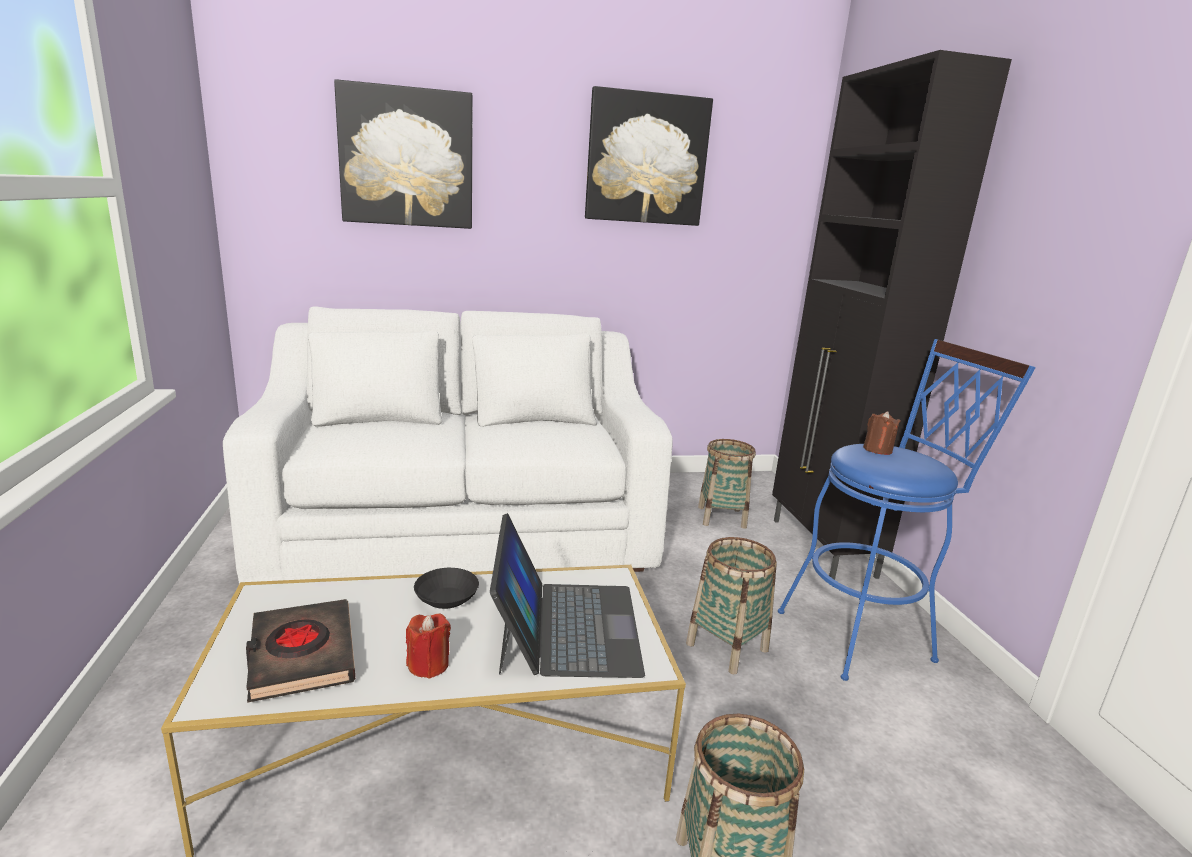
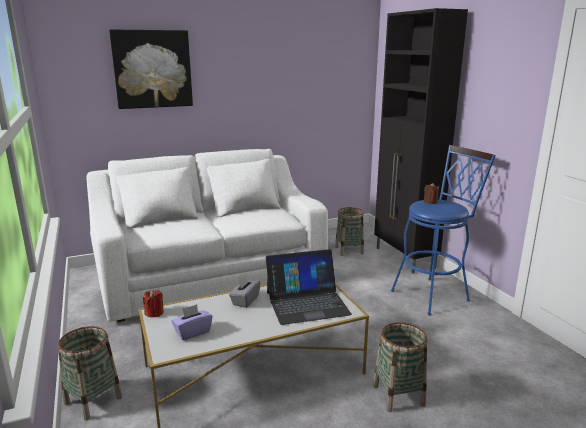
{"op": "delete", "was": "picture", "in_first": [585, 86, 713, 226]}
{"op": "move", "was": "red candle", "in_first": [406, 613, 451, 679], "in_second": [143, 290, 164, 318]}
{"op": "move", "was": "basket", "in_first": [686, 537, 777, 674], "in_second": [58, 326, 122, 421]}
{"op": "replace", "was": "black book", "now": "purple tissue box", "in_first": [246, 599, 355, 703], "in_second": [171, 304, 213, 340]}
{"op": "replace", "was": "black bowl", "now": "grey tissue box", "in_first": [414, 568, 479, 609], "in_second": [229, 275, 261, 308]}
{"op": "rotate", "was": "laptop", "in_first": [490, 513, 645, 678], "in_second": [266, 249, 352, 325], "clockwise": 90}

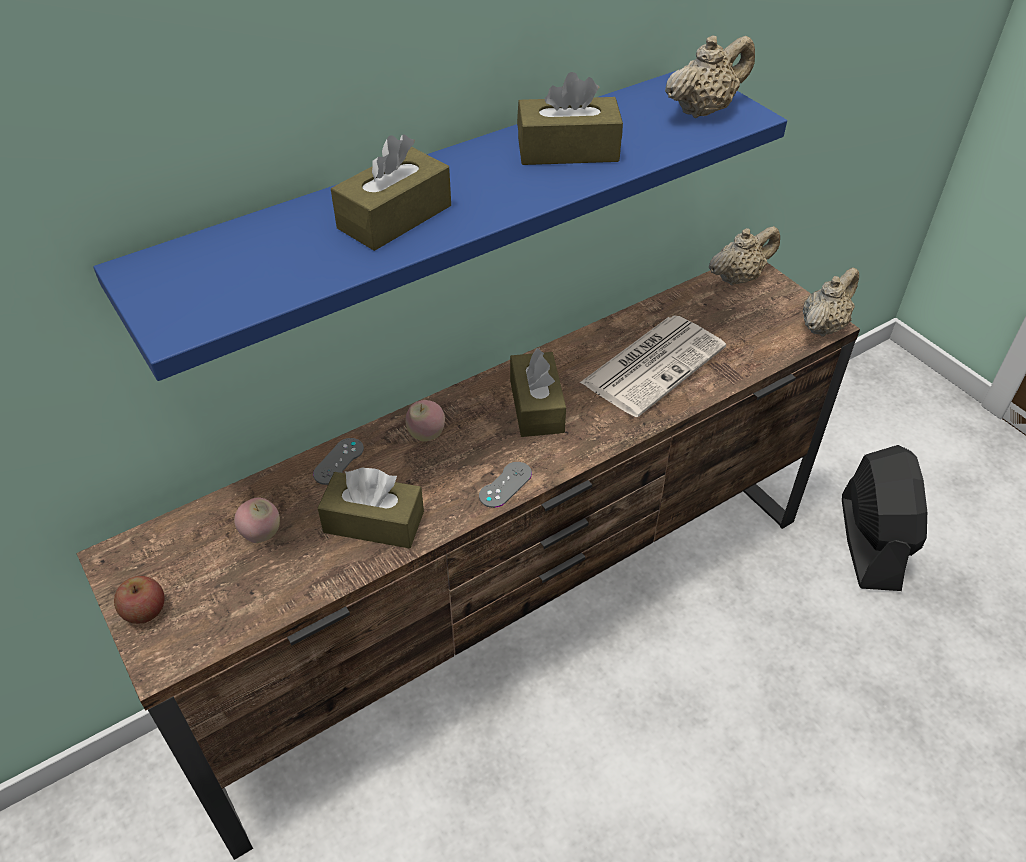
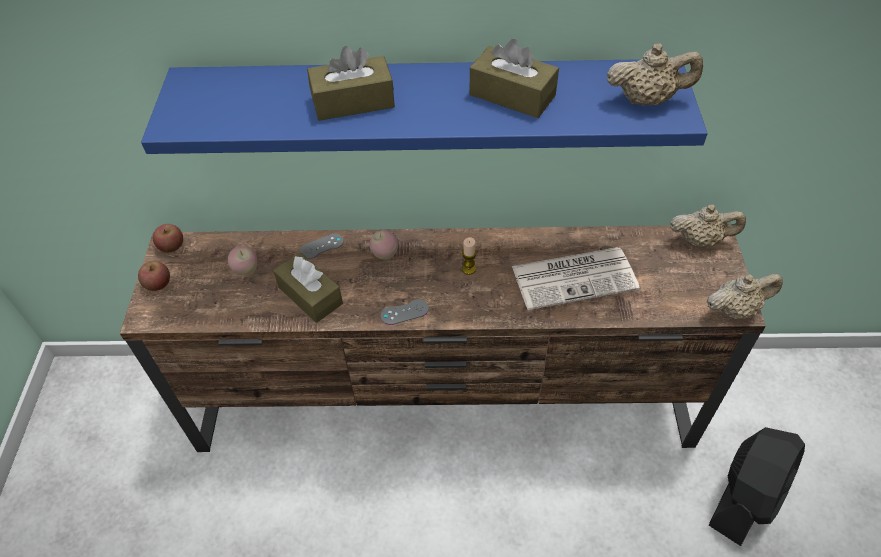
{"op": "insert", "now": "apple", "in_second": [153, 224, 183, 252]}
{"op": "replace", "was": "brown tissue box", "now": "candle", "in_first": [510, 348, 566, 437], "in_second": [462, 237, 477, 275]}

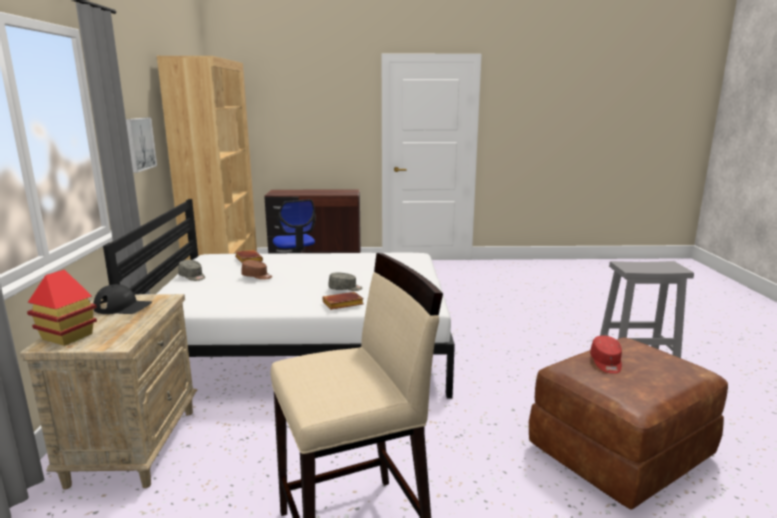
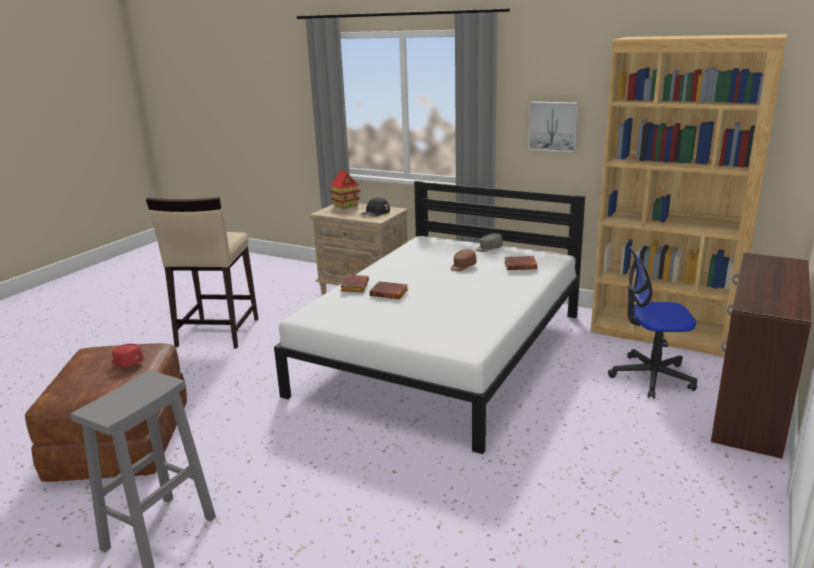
{"op": "replace", "was": "grey cap", "now": "brown book", "in_first": [328, 272, 362, 291], "in_second": [369, 281, 408, 299]}

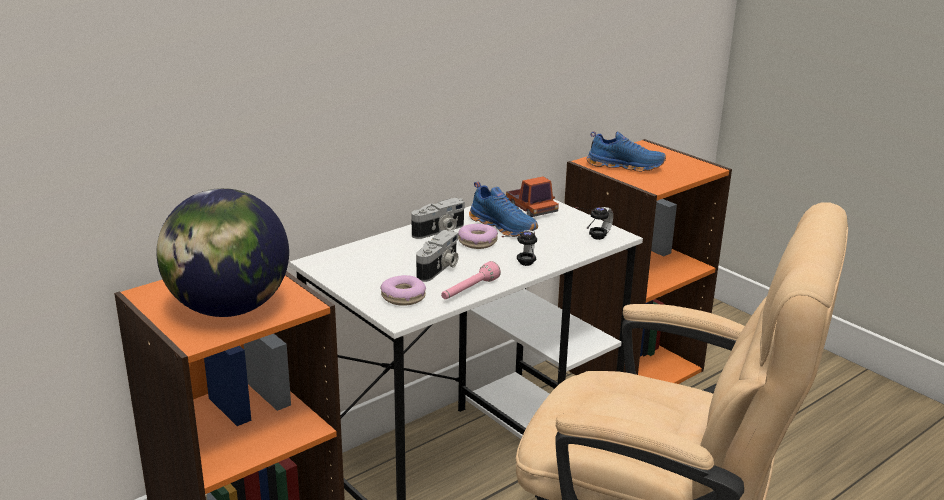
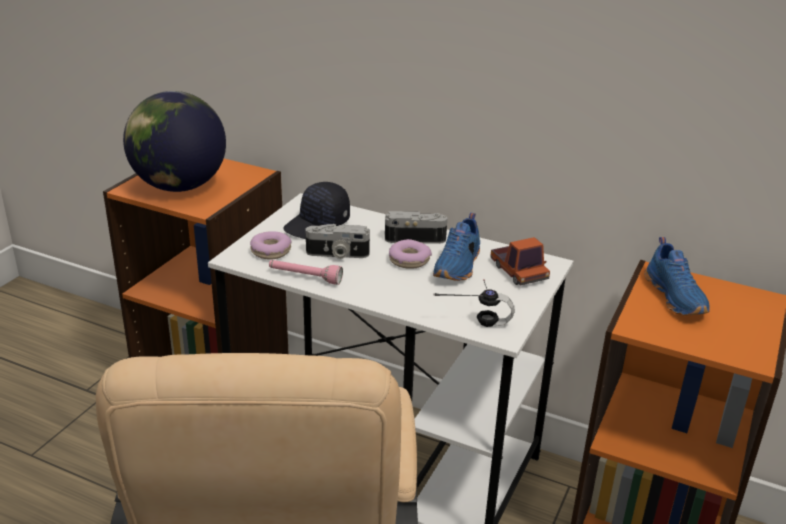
{"op": "delete", "was": "headphones", "in_first": [502, 230, 537, 266]}
{"op": "insert", "now": "black cap", "in_second": [283, 182, 350, 239]}
{"op": "rotate", "was": "photo camera", "in_first": [411, 198, 465, 239], "in_second": [385, 211, 447, 244], "clockwise": 150}
{"op": "rotate", "was": "toy truck", "in_first": [506, 176, 559, 217], "in_second": [490, 237, 550, 285], "clockwise": -60}

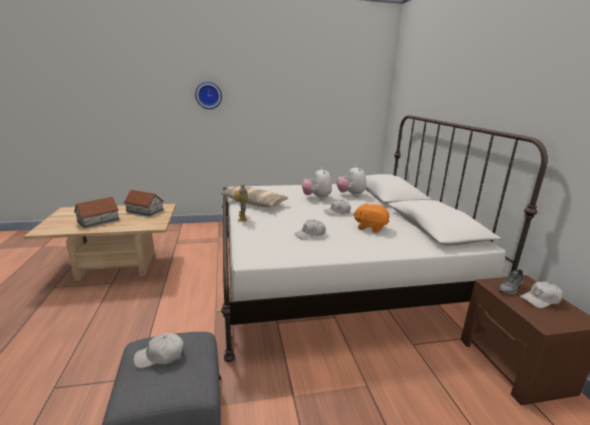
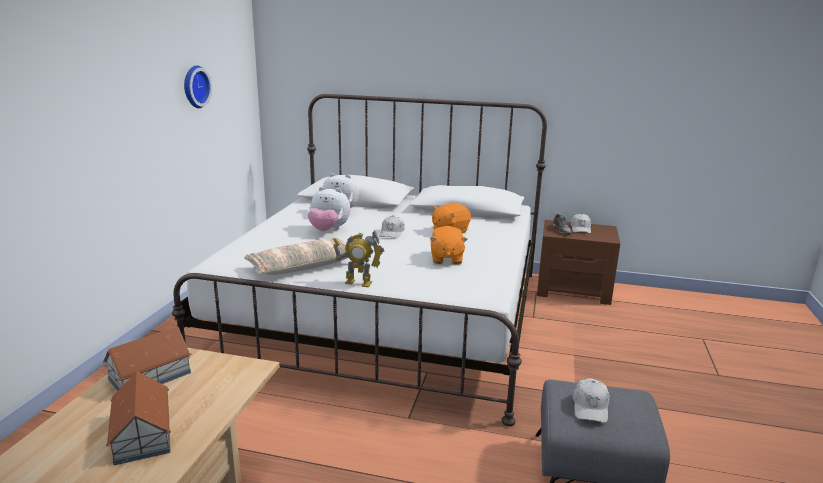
{"op": "move", "was": "wall clock", "in_first": [195, 82, 222, 109], "in_second": [184, 65, 212, 108]}
{"op": "replace", "was": "white cap", "now": "orange plush toy", "in_first": [294, 220, 326, 240], "in_second": [430, 226, 468, 264]}

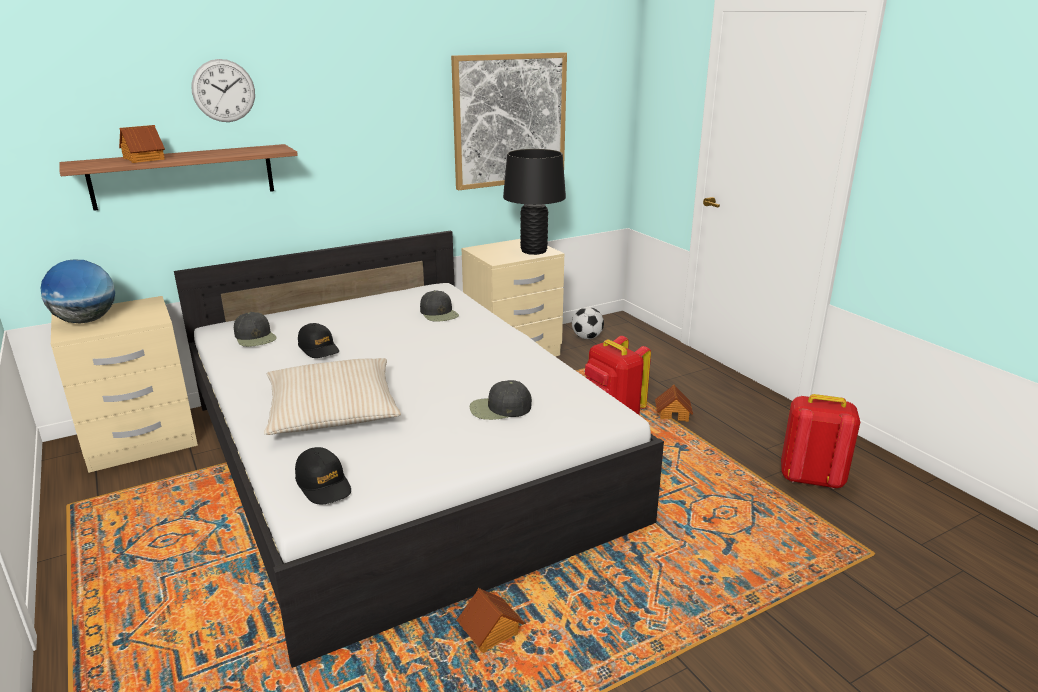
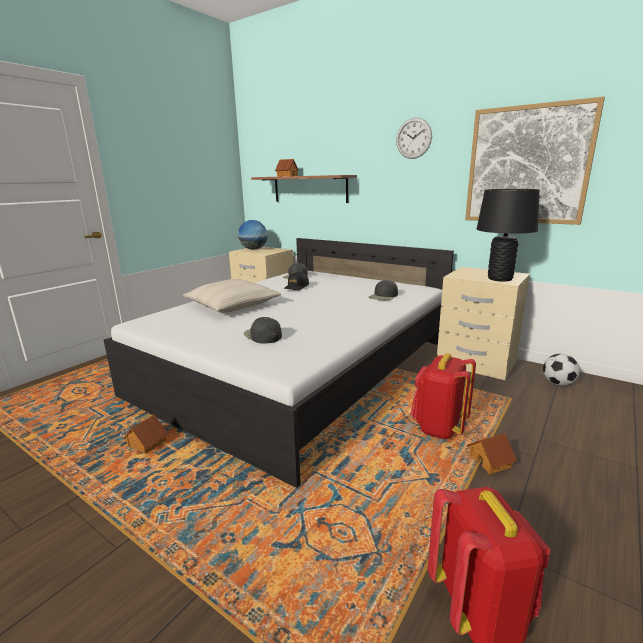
{"op": "delete", "was": "black cap", "in_first": [295, 447, 351, 504]}
{"op": "move", "was": "wall clock", "in_first": [191, 59, 255, 122], "in_second": [396, 118, 432, 159]}

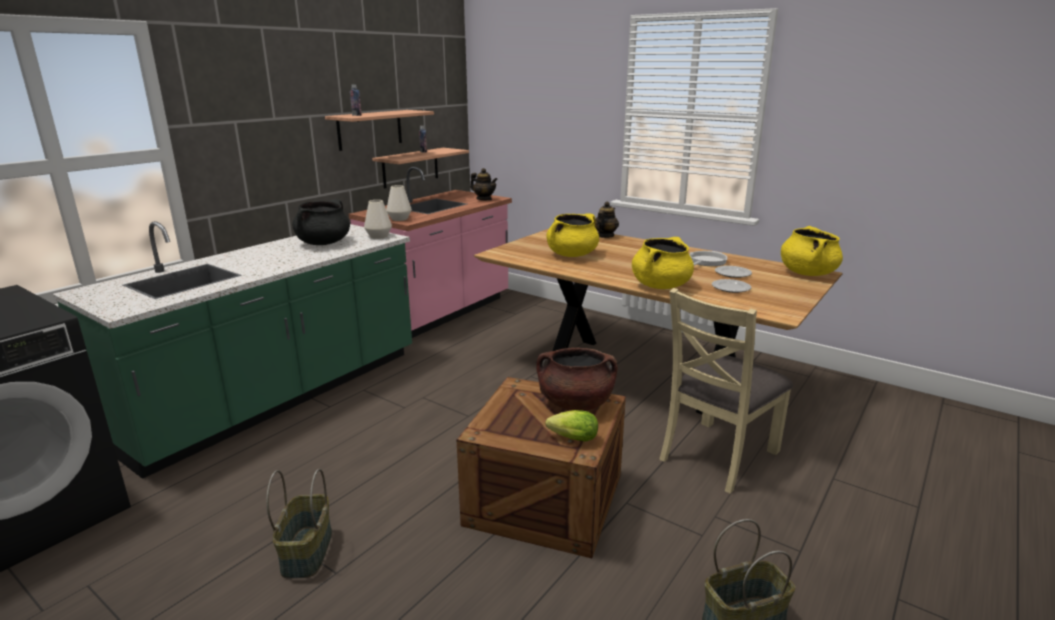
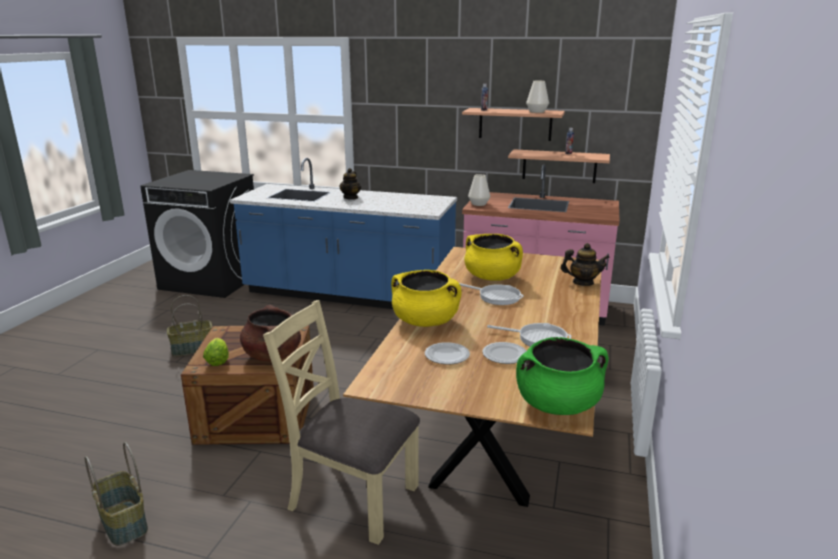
{"op": "delete", "was": "black cooking pot", "in_first": [292, 199, 350, 245]}
{"op": "insert", "now": "frying pan", "in_second": [459, 283, 524, 305]}
{"op": "move", "was": "white vase", "in_first": [364, 200, 392, 239], "in_second": [526, 81, 549, 113]}
{"op": "move", "was": "teapot", "in_first": [470, 168, 498, 200], "in_second": [339, 168, 361, 200]}
{"op": "recolor", "was": "green counter", "now": "blue counter", "in_first": [53, 221, 412, 479], "in_second": [230, 158, 457, 309]}
{"op": "recolor", "was": "yellow cooking pot", "now": "green cooking pot", "in_first": [781, 226, 843, 276], "in_second": [516, 337, 608, 415]}

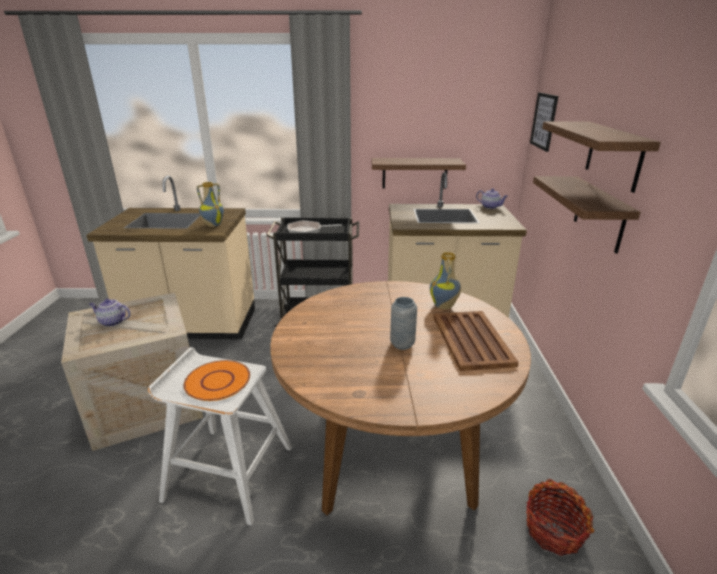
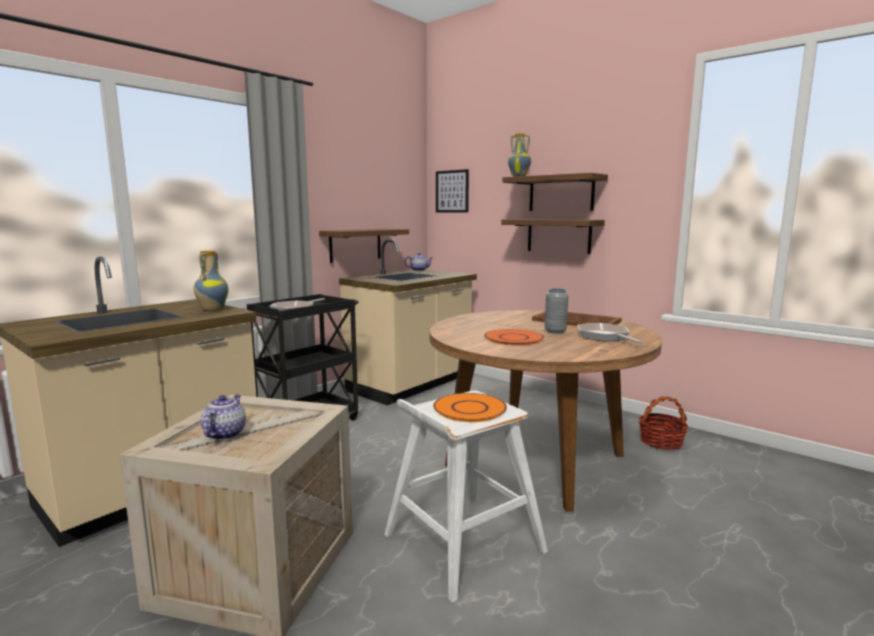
{"op": "insert", "now": "orange plate", "in_second": [484, 329, 544, 345]}
{"op": "insert", "now": "frying pan", "in_second": [578, 323, 644, 344]}
{"op": "move", "was": "vase", "in_first": [430, 251, 461, 309], "in_second": [508, 133, 531, 177]}
{"op": "rotate", "was": "teapot", "in_first": [89, 299, 131, 327], "in_second": [201, 394, 246, 440], "clockwise": 135}

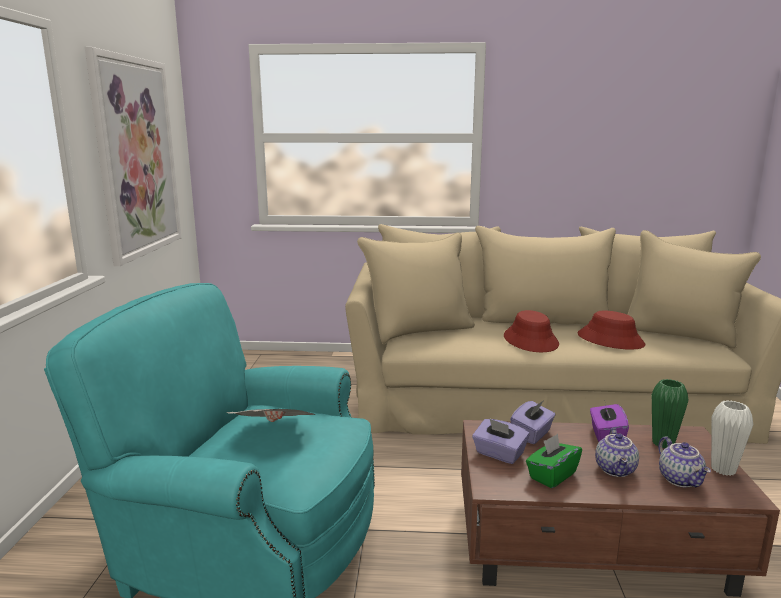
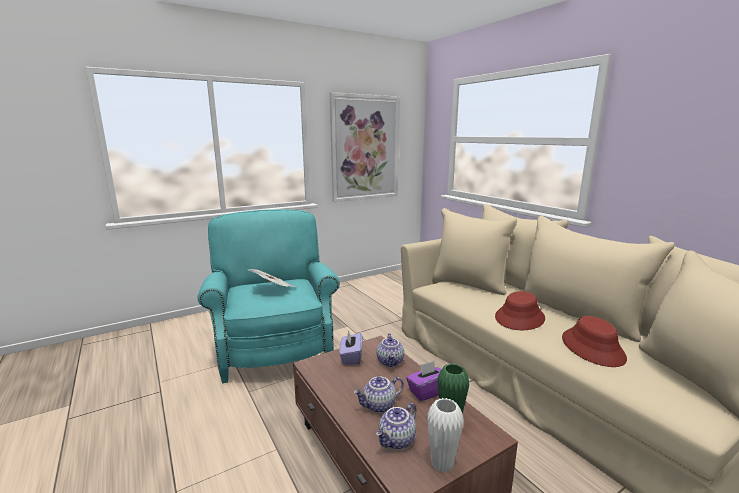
{"op": "delete", "was": "green tissue box", "in_first": [526, 434, 582, 488]}
{"op": "replace", "was": "purple tissue box", "now": "teapot", "in_first": [510, 400, 555, 444], "in_second": [377, 333, 404, 367]}

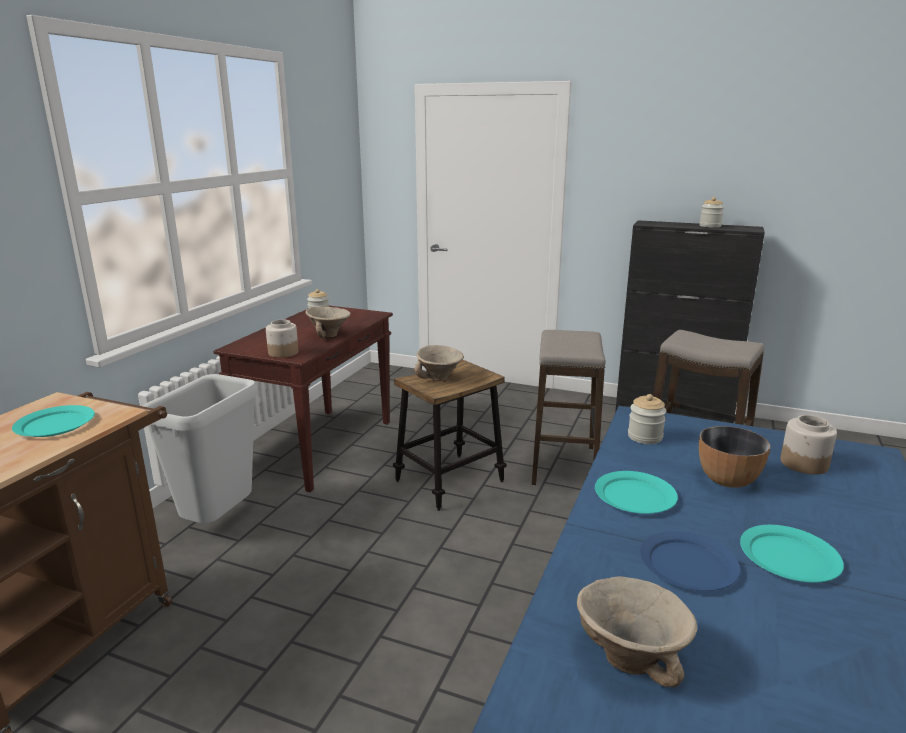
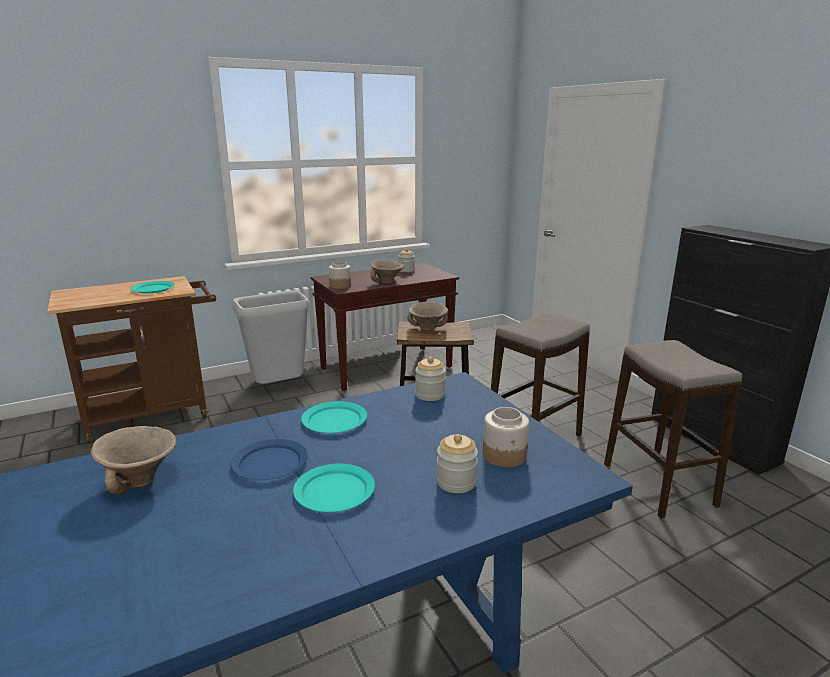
{"op": "delete", "was": "bowl", "in_first": [699, 426, 770, 488]}
{"op": "move", "was": "jar", "in_first": [699, 197, 724, 228], "in_second": [437, 434, 478, 493]}

